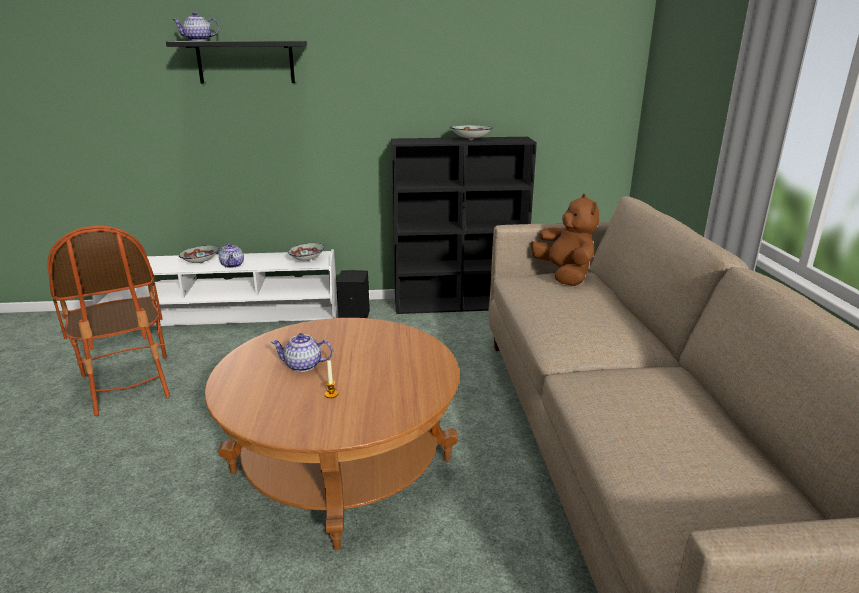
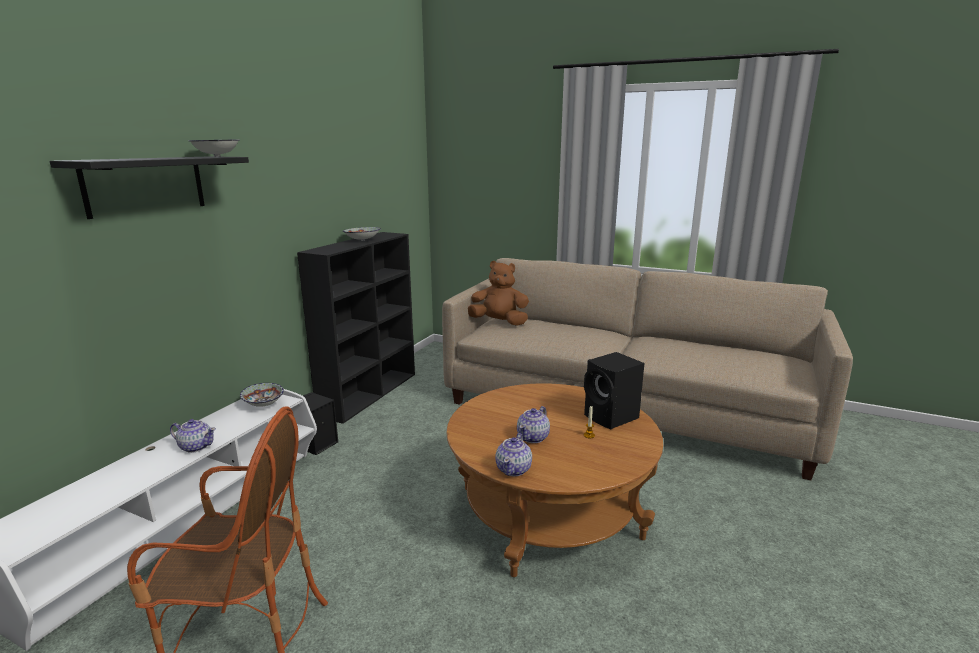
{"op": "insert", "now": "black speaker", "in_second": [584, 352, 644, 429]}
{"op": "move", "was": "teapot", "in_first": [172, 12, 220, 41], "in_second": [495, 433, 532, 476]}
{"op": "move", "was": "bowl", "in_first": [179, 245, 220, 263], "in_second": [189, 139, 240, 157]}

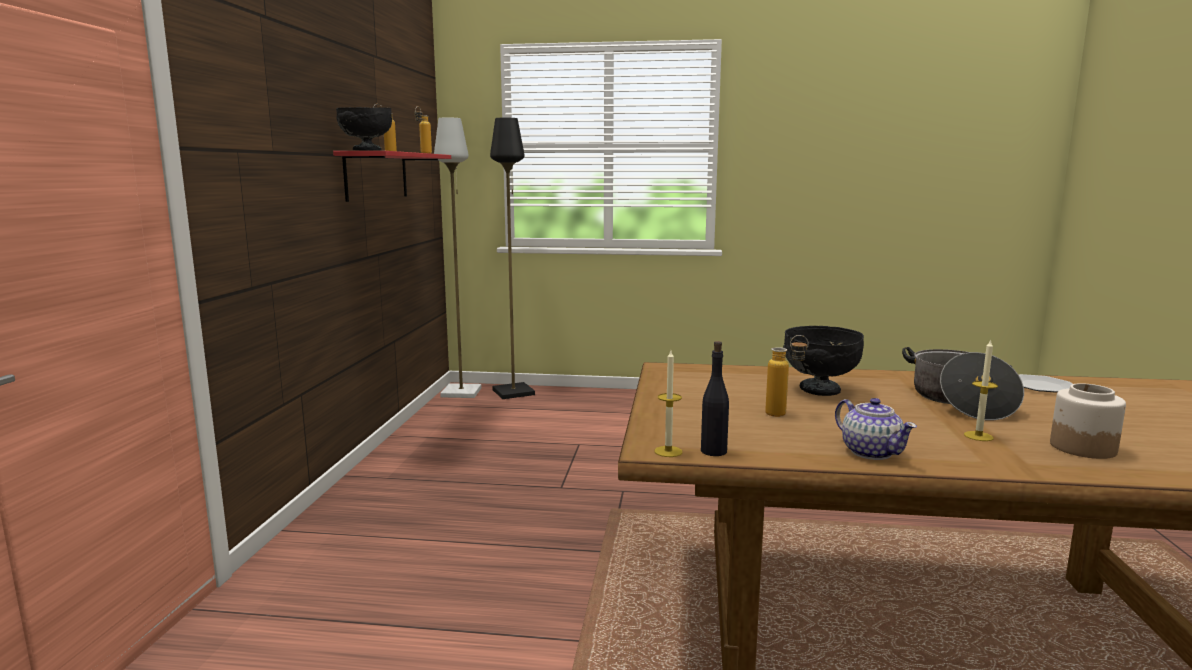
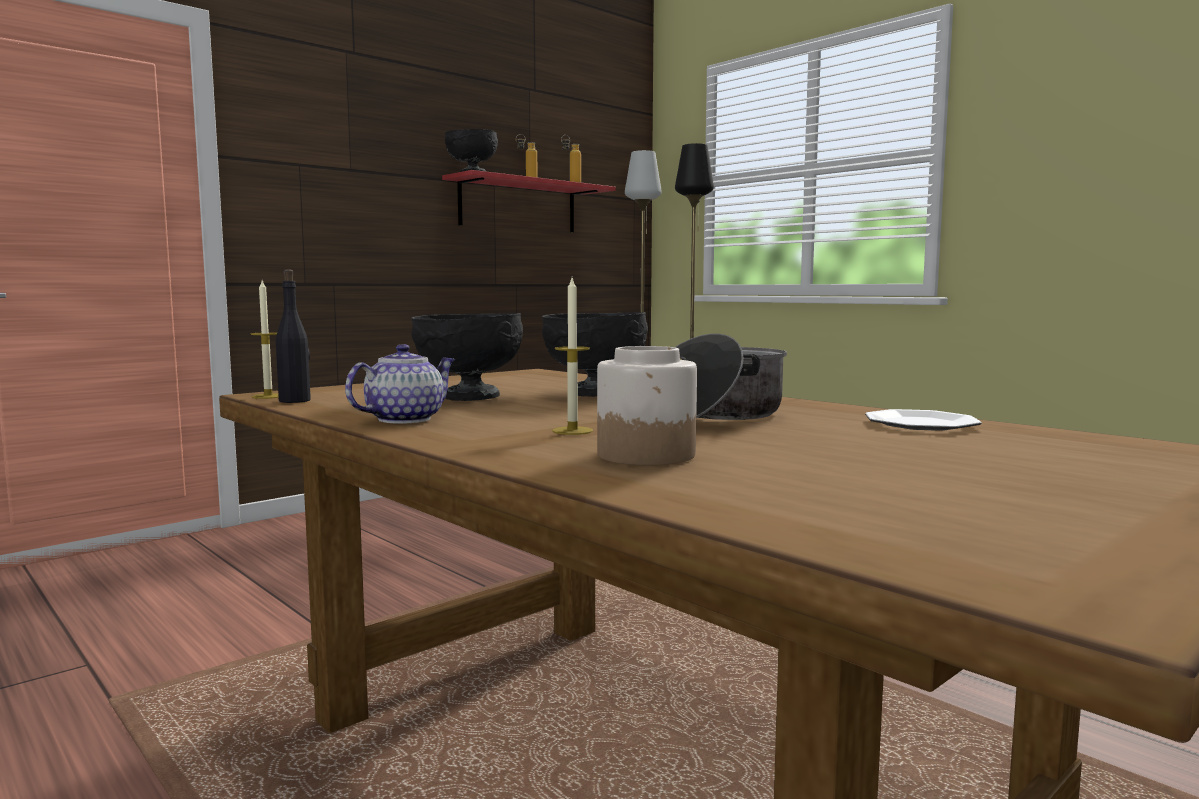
{"op": "replace", "was": "bottle", "now": "black bowl", "in_first": [765, 335, 808, 417], "in_second": [411, 313, 523, 401]}
{"op": "rotate", "was": "teapot", "in_first": [835, 398, 917, 460], "in_second": [345, 344, 456, 424], "clockwise": -150}

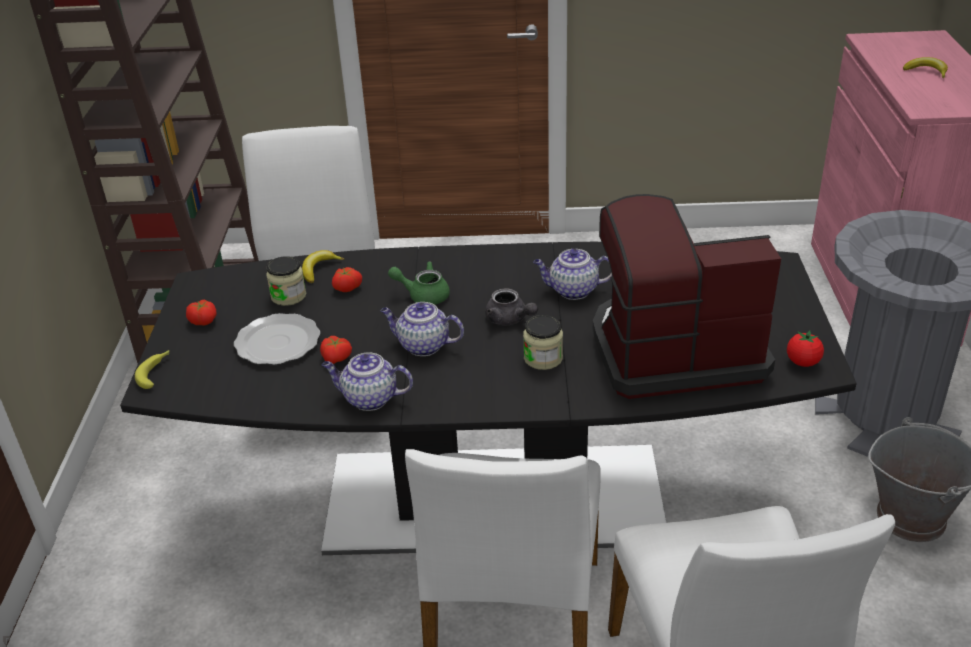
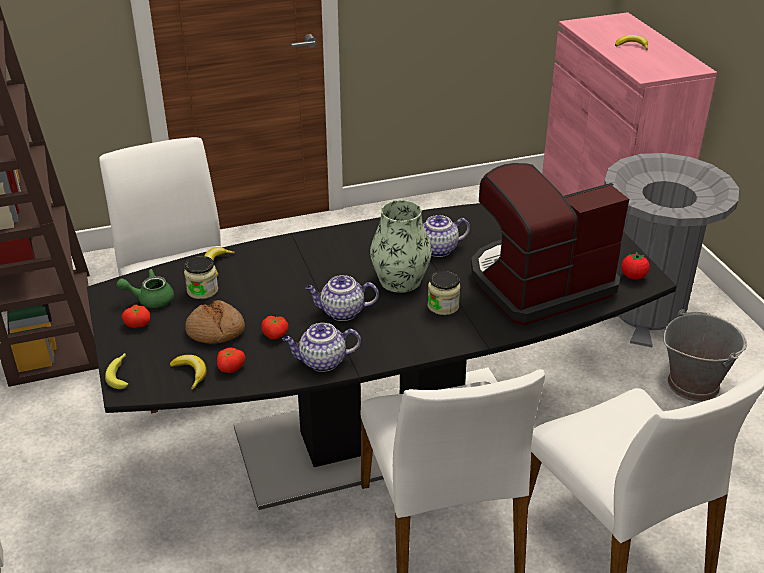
{"op": "insert", "now": "banana", "in_second": [170, 355, 207, 390]}
{"op": "move", "was": "tomato", "in_first": [332, 267, 362, 292], "in_second": [217, 348, 245, 373]}
{"op": "move", "was": "green teapot", "in_first": [388, 261, 450, 305], "in_second": [116, 269, 174, 308]}
{"op": "replace", "was": "plate", "now": "bread", "in_first": [234, 313, 320, 365], "in_second": [185, 300, 245, 344]}
{"op": "replace", "was": "grey teapot", "now": "vase", "in_first": [485, 288, 538, 325], "in_second": [370, 200, 431, 293]}

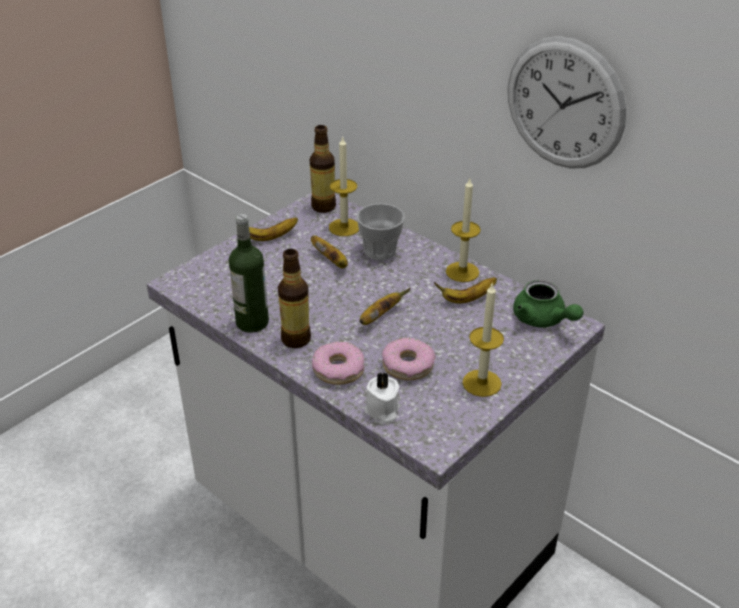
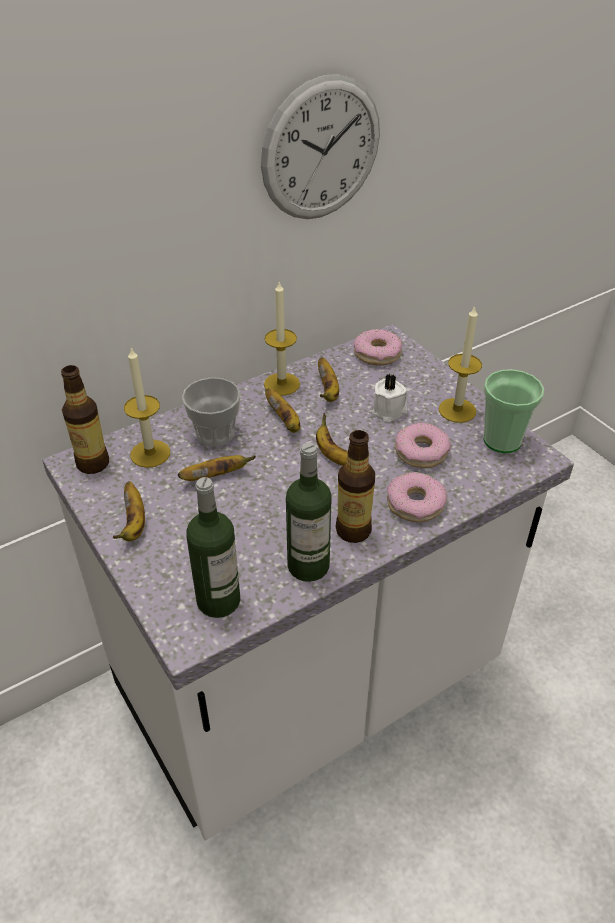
{"op": "insert", "now": "bottle", "in_second": [186, 477, 240, 618]}
{"op": "insert", "now": "banana", "in_second": [265, 388, 300, 433]}
{"op": "insert", "now": "cup", "in_second": [483, 369, 544, 453]}
{"op": "move", "was": "white candle", "in_first": [364, 373, 400, 423], "in_second": [372, 374, 407, 422]}
{"op": "replace", "was": "green teapot", "now": "donut", "in_first": [513, 280, 583, 328], "in_second": [354, 329, 402, 366]}

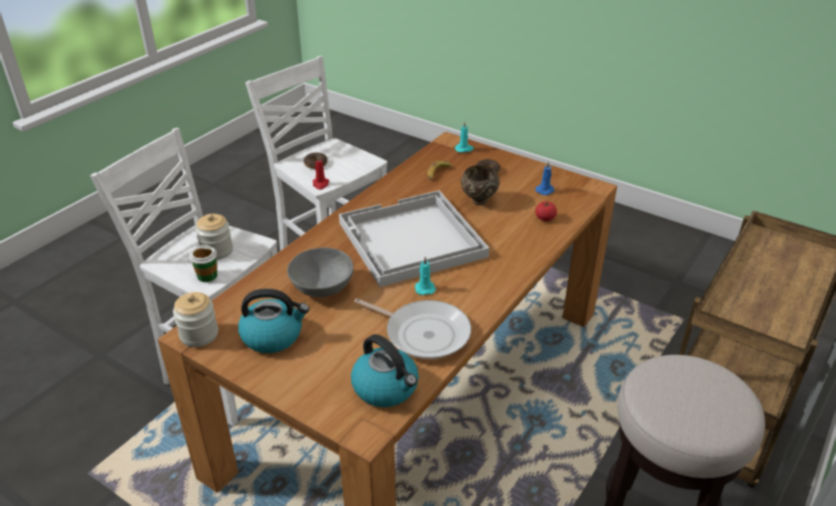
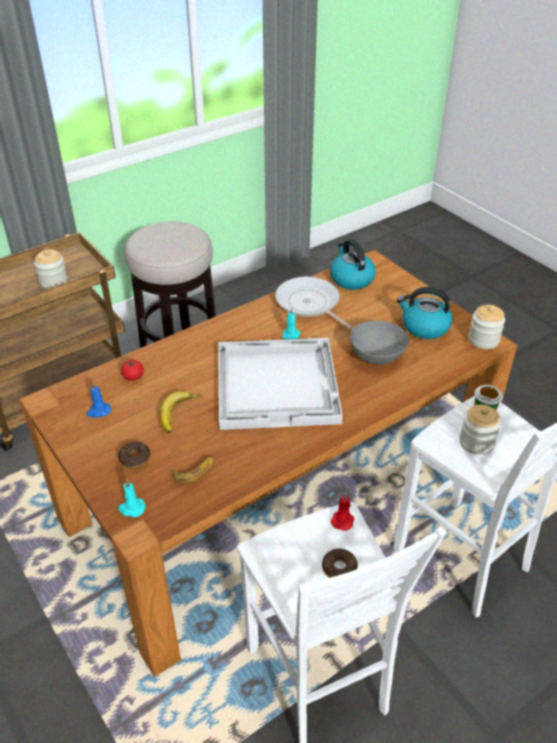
{"op": "insert", "now": "jar", "in_second": [34, 249, 68, 289]}
{"op": "replace", "was": "brown bowl", "now": "banana", "in_first": [461, 165, 500, 205], "in_second": [159, 390, 203, 433]}

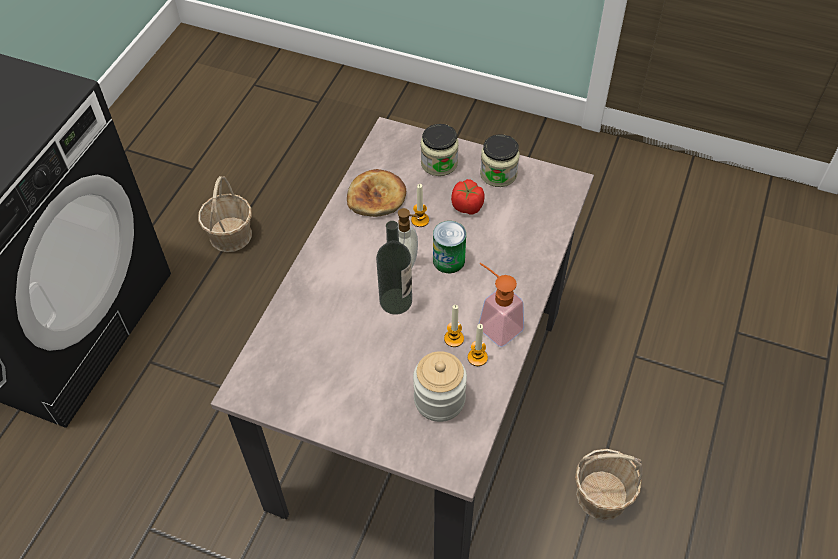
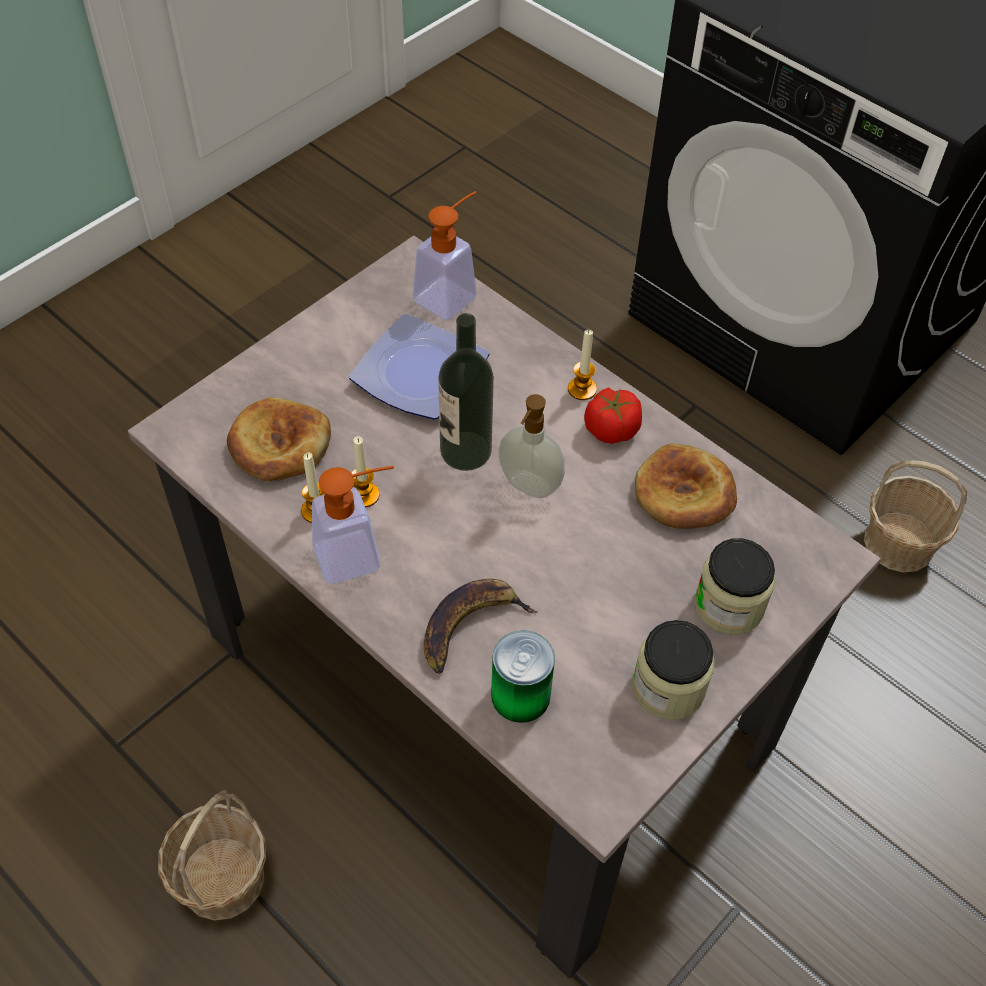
{"op": "insert", "now": "plate", "in_second": [349, 314, 489, 420]}
{"op": "insert", "now": "soap dispenser", "in_second": [413, 191, 477, 320]}
{"op": "insert", "now": "banana", "in_second": [424, 579, 537, 674]}
{"op": "move", "was": "candle", "in_first": [411, 184, 429, 227], "in_second": [568, 330, 597, 400]}
{"op": "move", "was": "can", "in_first": [433, 221, 466, 273], "in_second": [491, 630, 555, 723]}
{"op": "move", "was": "tomato", "in_first": [451, 179, 485, 215], "in_second": [584, 387, 642, 444]}
{"op": "replace", "was": "jar", "now": "bread", "in_first": [413, 351, 467, 422], "in_second": [227, 397, 331, 481]}

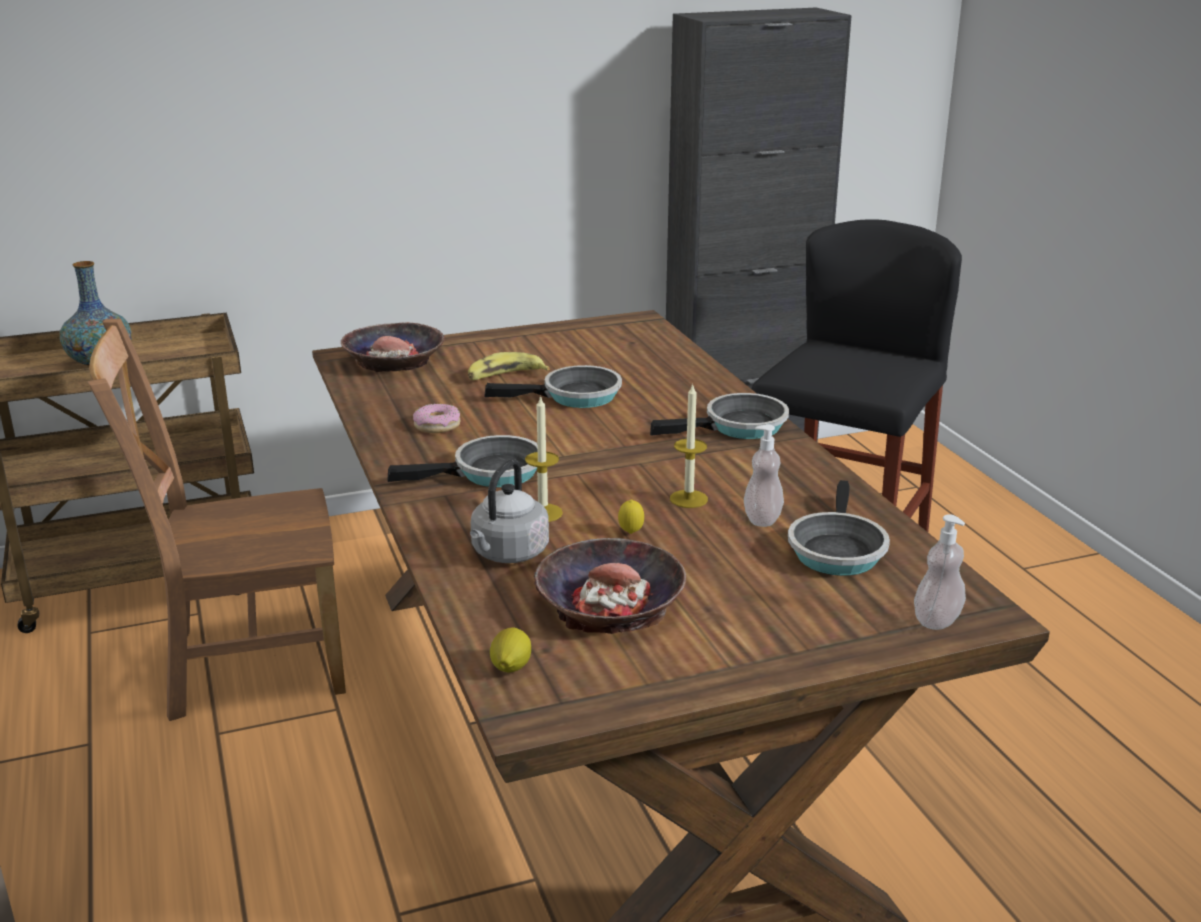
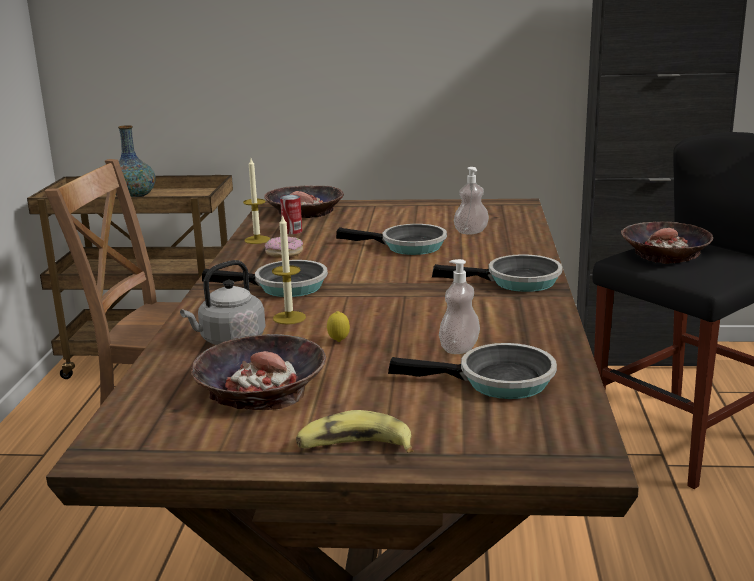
{"op": "delete", "was": "lemon", "in_first": [490, 628, 531, 672]}
{"op": "insert", "now": "can", "in_second": [280, 195, 302, 234]}
{"op": "insert", "now": "bowl", "in_second": [621, 222, 713, 264]}
{"op": "move", "was": "banana", "in_first": [468, 352, 550, 380], "in_second": [296, 410, 414, 452]}
{"op": "move", "was": "candle", "in_first": [670, 384, 708, 508], "in_second": [243, 158, 270, 244]}
{"op": "move", "was": "soap dispenser", "in_first": [914, 514, 966, 630], "in_second": [454, 167, 489, 235]}
{"op": "rotate", "was": "frying pan", "in_first": [788, 480, 890, 576], "in_second": [388, 343, 557, 399], "clockwise": -120}

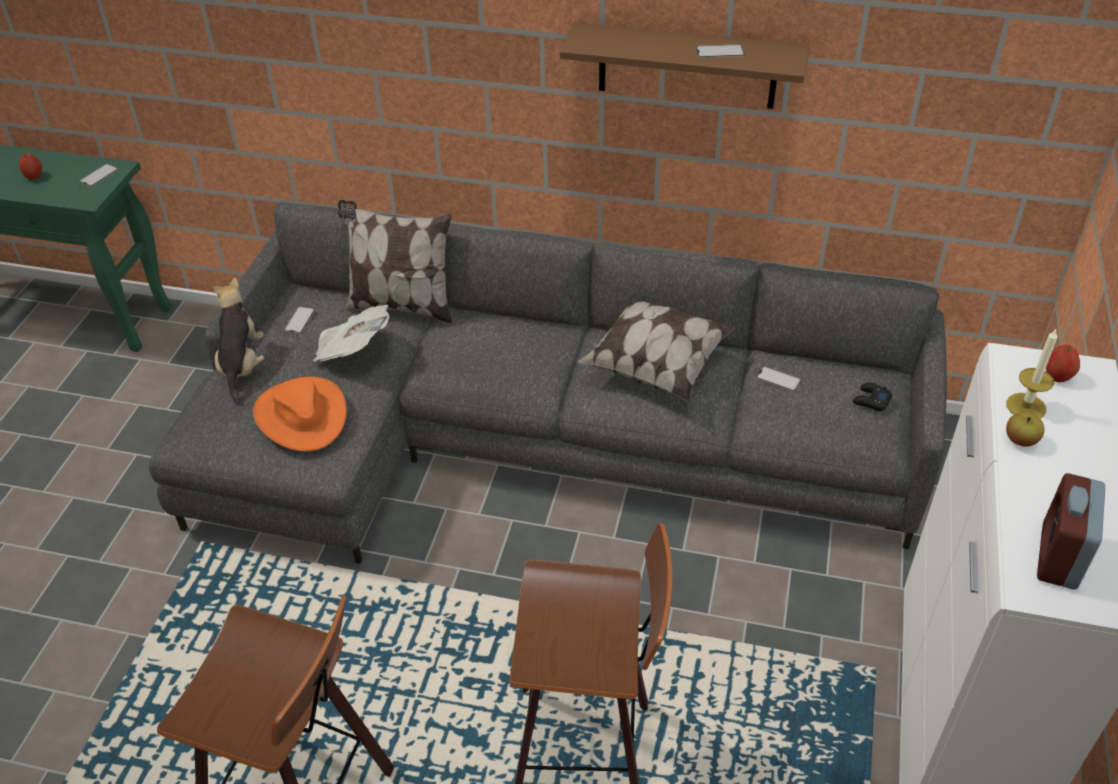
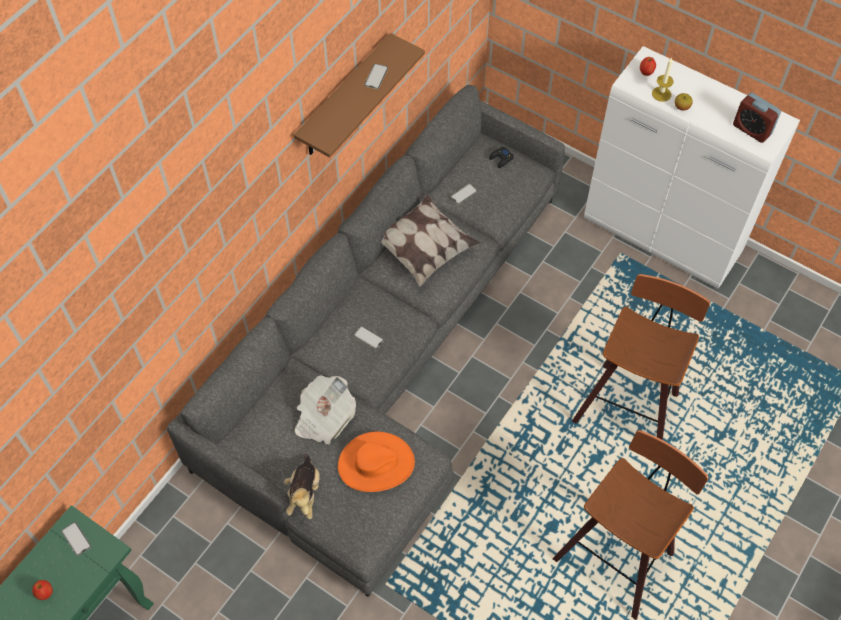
{"op": "delete", "was": "pillow", "in_first": [338, 199, 452, 323]}
{"op": "move", "was": "phone", "in_first": [284, 306, 315, 334], "in_second": [354, 326, 384, 349]}
{"op": "rotate", "was": "plush toy", "in_first": [212, 277, 265, 405], "in_second": [284, 454, 320, 520], "clockwise": -105}

